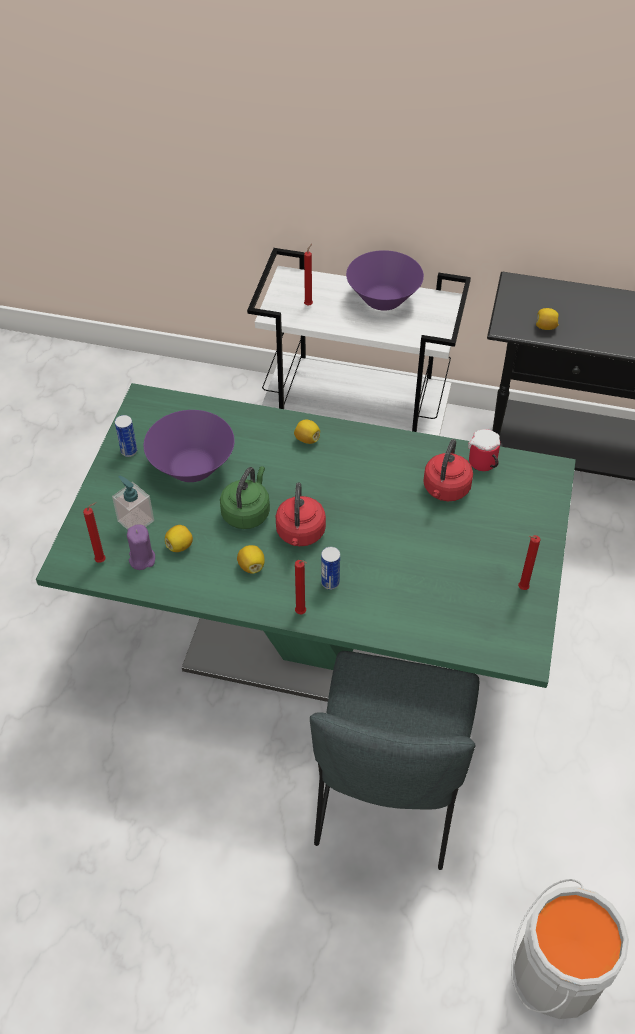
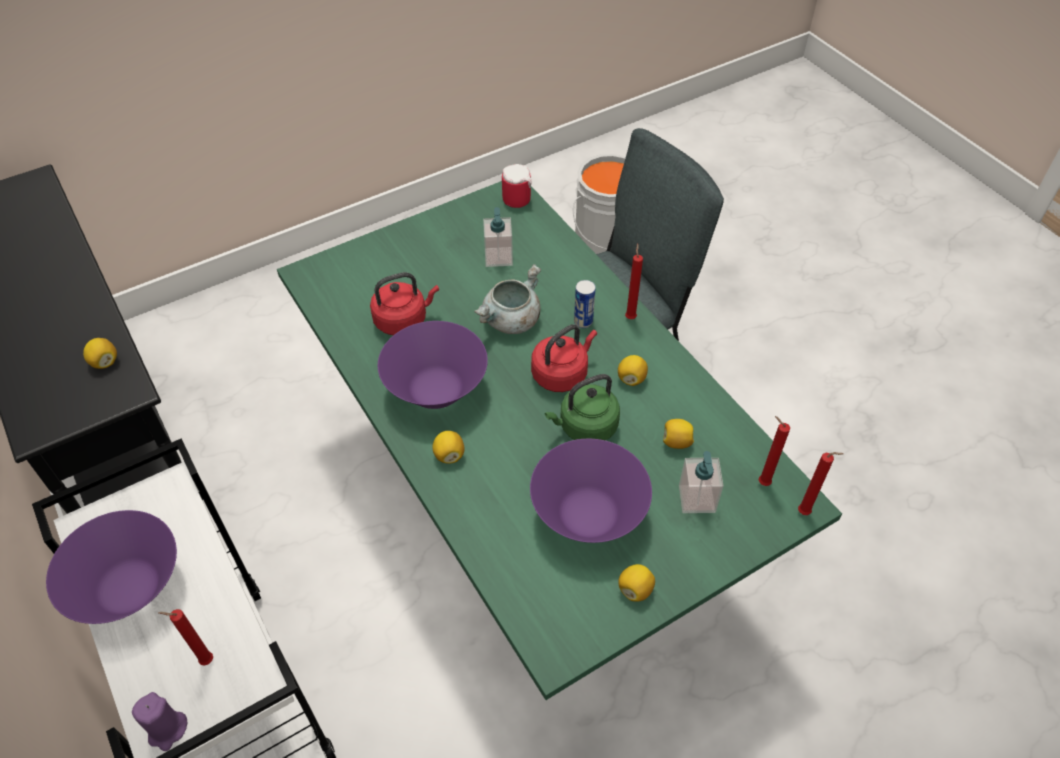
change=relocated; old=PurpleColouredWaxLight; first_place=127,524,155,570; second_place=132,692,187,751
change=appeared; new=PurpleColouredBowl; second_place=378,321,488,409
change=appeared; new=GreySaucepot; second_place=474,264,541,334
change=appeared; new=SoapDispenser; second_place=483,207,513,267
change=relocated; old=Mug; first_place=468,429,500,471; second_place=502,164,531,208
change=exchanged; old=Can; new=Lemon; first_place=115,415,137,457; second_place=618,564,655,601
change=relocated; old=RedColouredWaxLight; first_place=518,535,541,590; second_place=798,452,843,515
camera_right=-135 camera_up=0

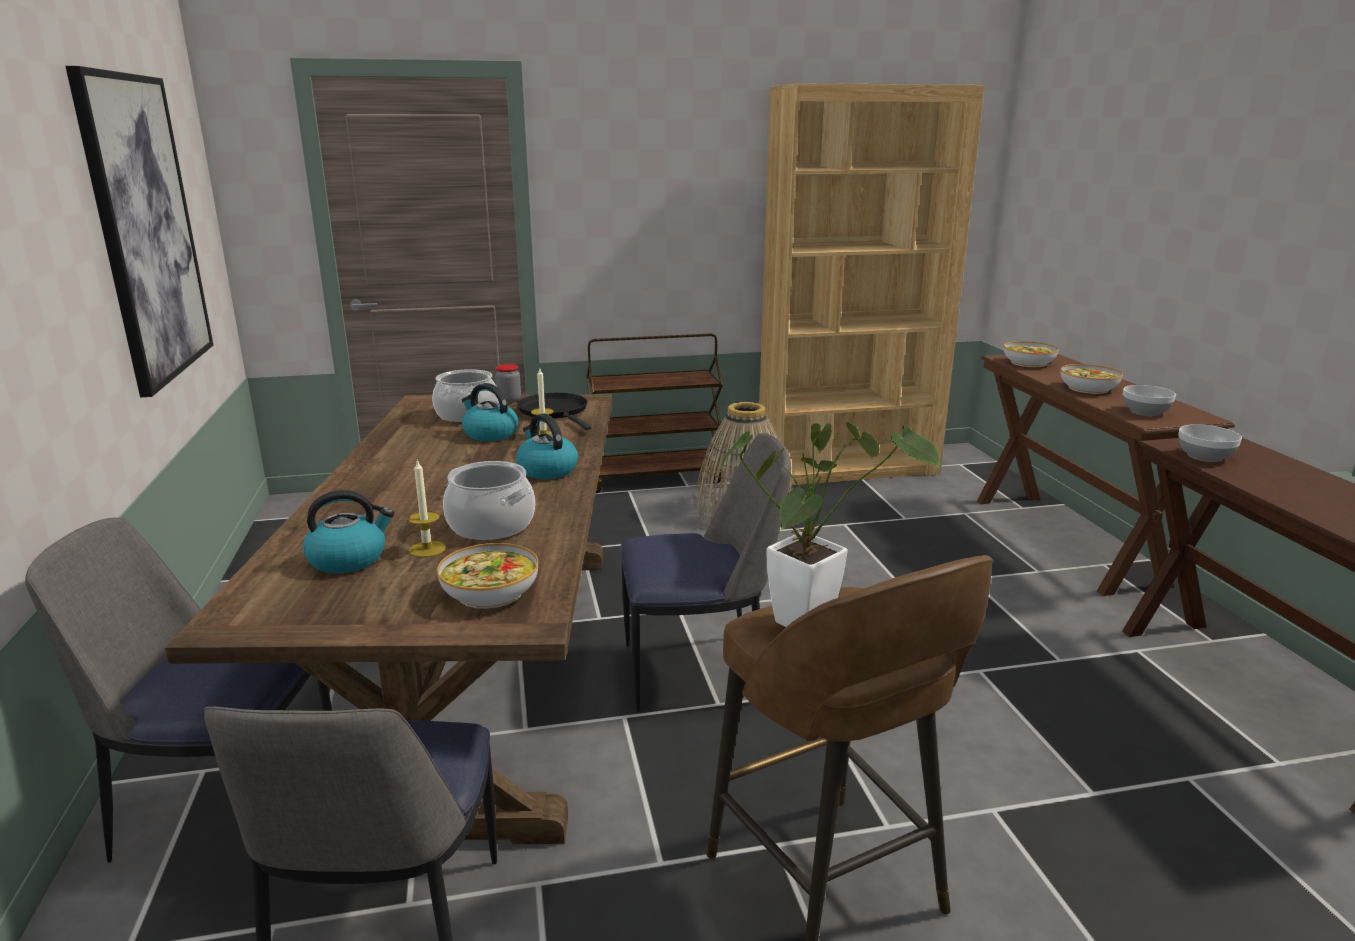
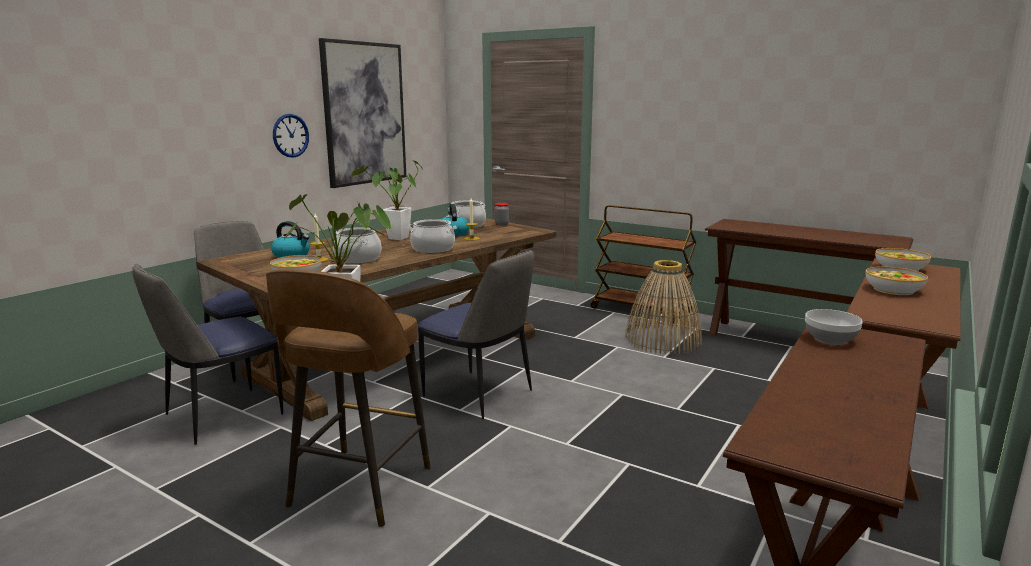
change=appeared; new=HangingClock; second_place=273,114,309,158
change=appeared; new=Houseplant; second_place=351,160,423,240
change=exchanged; old=Kettle; new=Saucepot; first_place=516,414,578,479; second_place=408,219,457,253
change=exchanged; old=BrownBookcase; new=BrownNarrowTable; first_place=759,83,984,486; second_place=705,219,913,336
change=missing; old=BlackColouredSkillet; first_place=517,393,591,430
change=missing; old=Bowl; first_place=1123,385,1176,416
camera_right=45 camera_up=-5

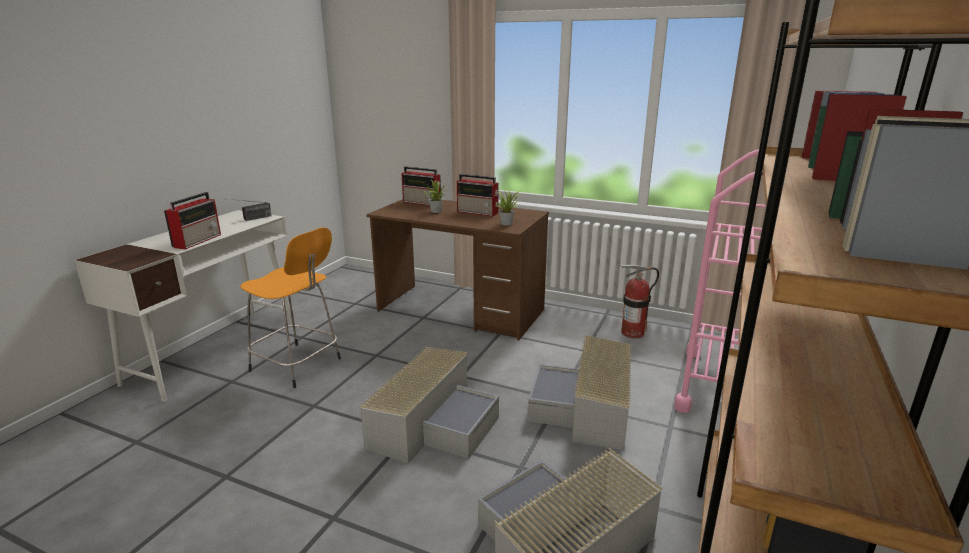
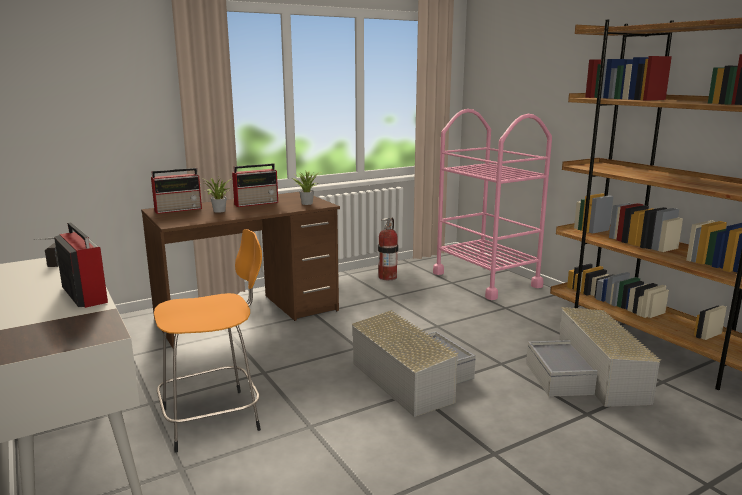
change=missing; old=GreyStorageBox; first_place=528,335,631,450
camera_right=-55 camera_up=-5

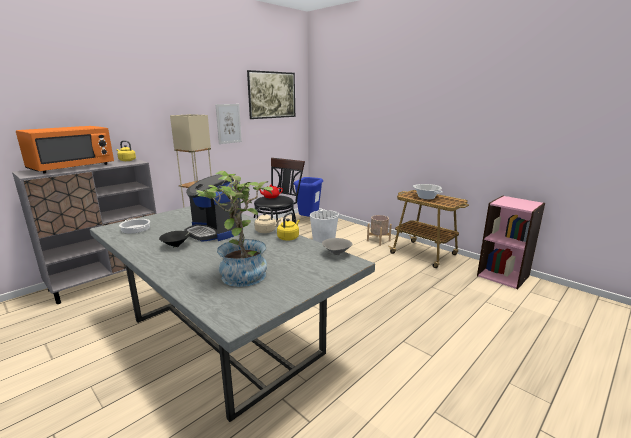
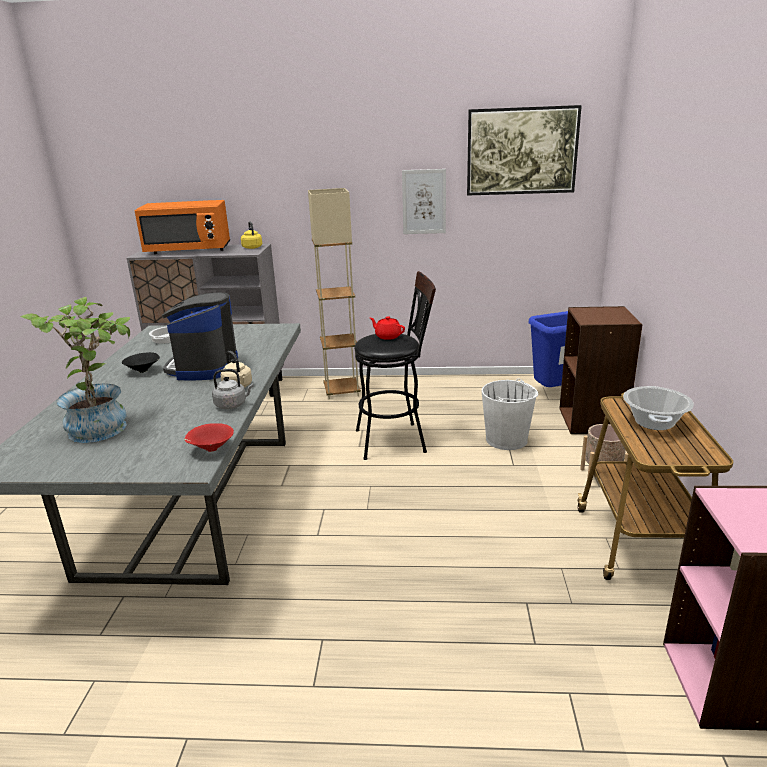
change=colour; old=GreyBowl; new=RedColouredBowl; first_place=322,238,352,255; second_place=184,423,234,452
change=colour; old=YellowishKettle; new=GreyKettle; first_place=277,212,300,241; second_place=212,369,254,409
change=appeared; new=BrownBookcase; second_place=559,306,643,434
camera_right=50 camera_up=5

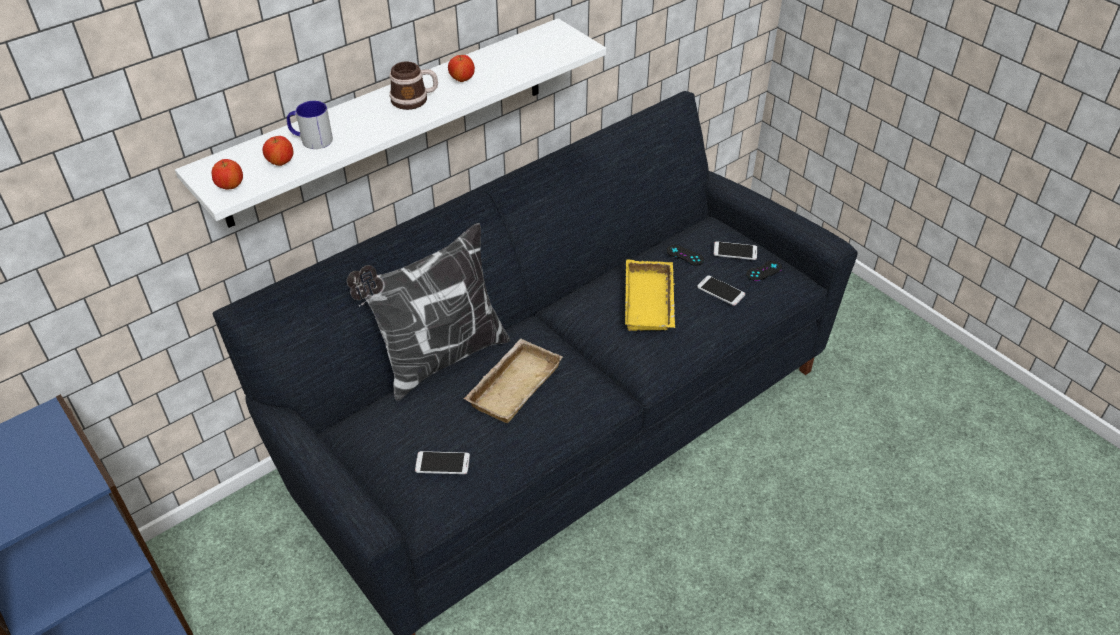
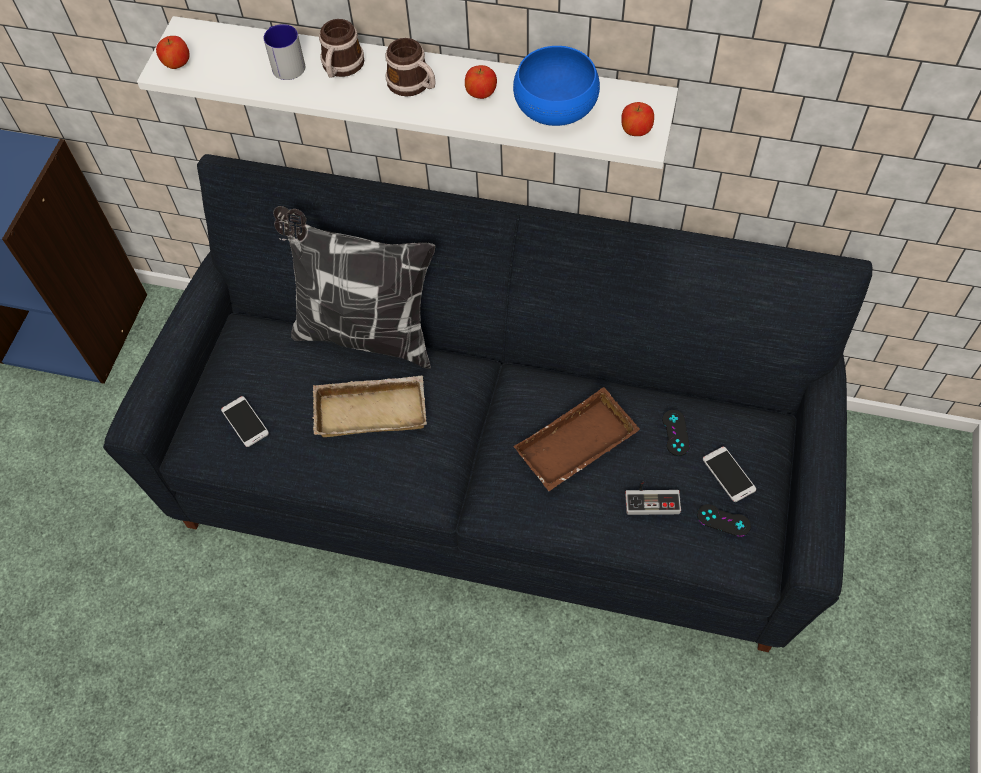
change=appeared; new=Mug; second_place=319,19,364,78
change=appeared; new=BluishBowl; second_place=513,46,600,126
change=colour; old=YellowishServingTray; new=BrownServingTray; first_place=625,260,675,331; second_place=513,387,640,491
change=relocated; old=WholeApple; first_place=263,136,294,166; second_place=621,102,654,136
change=exchanged; old=Handset; new=GameController; first_place=697,275,745,306; second_place=625,481,681,515
camera_right=55 camera_up=15

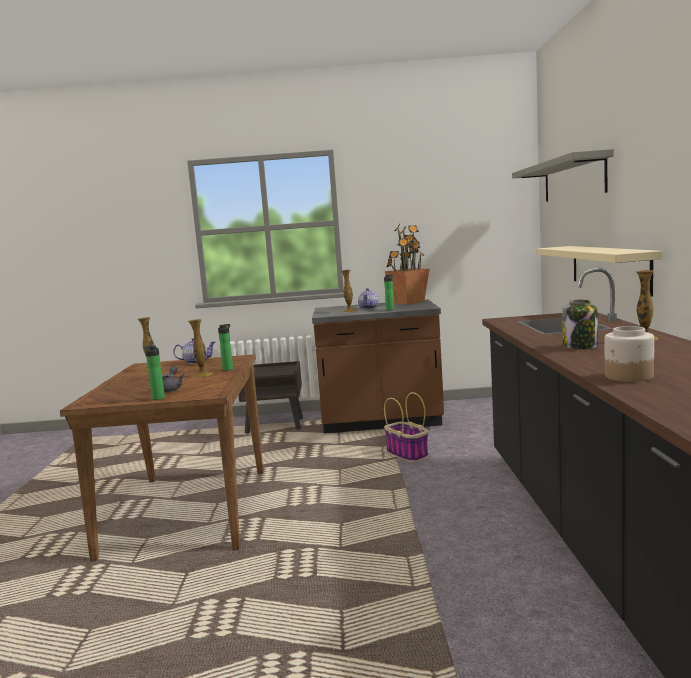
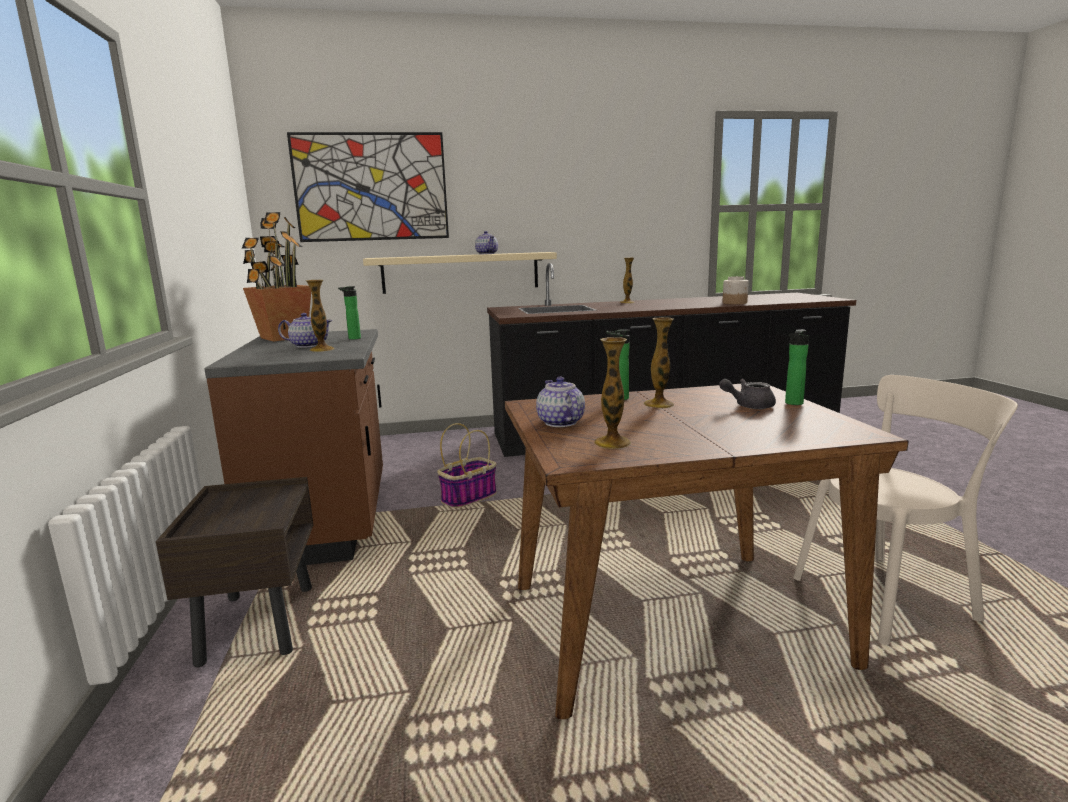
change=exchanged; old=GreyBracketShelf; new=WallArt; first_place=512,149,614,202; second_place=287,132,449,242
change=appeared; new=PotForTea; second_place=475,231,498,254
change=appeared; new=BeigePlainChair; second_place=793,375,1018,645
change=missing; old=Jar; first_place=562,299,598,349
camera_right=-100 camera_up=5

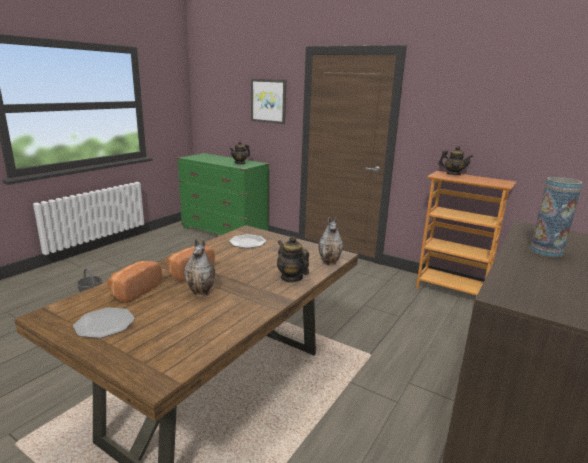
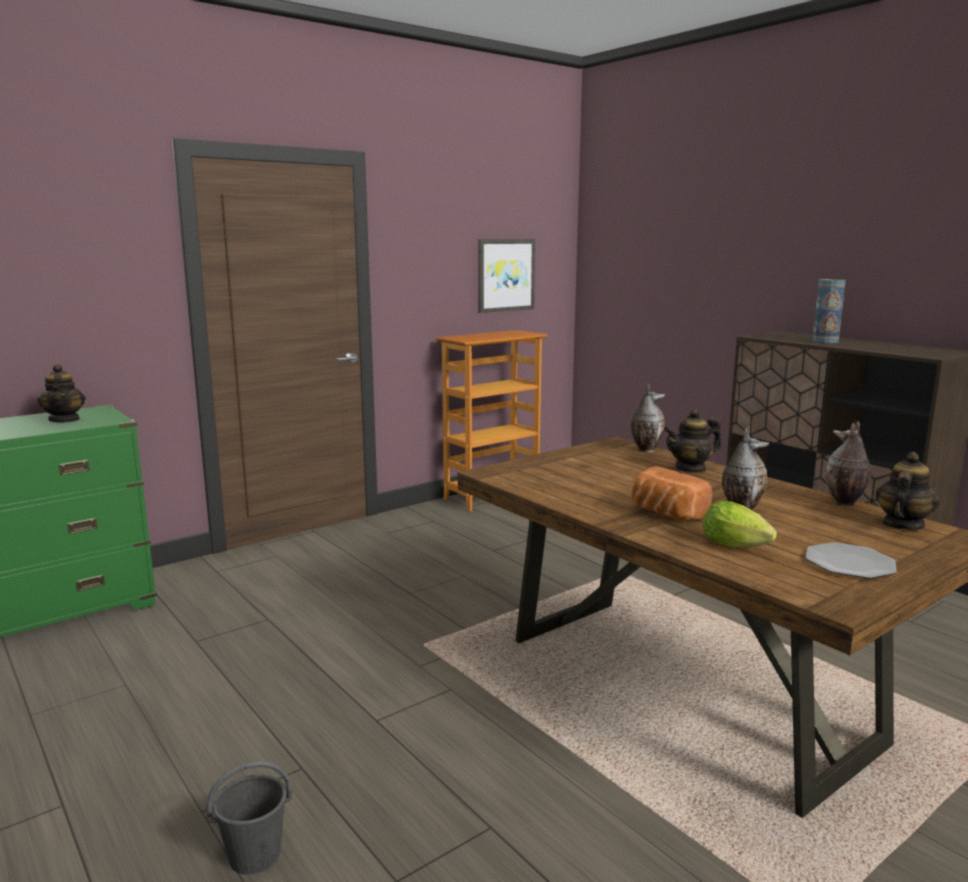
change=relocated; old=WallArt; first_place=251,79,286,124; second_place=478,239,535,313
change=exchanged; old=BakedBread; new=HeadOfLettuce; first_place=107,261,162,303; second_place=703,501,777,548
change=appeared; new=DecorativeVase; second_place=825,421,872,506
change=relocated; old=PotForTea; first_place=438,146,473,175; second_place=876,452,940,530
change=missing; old=Plate; first_place=229,234,266,248
camera_right=-70 camera_up=-5

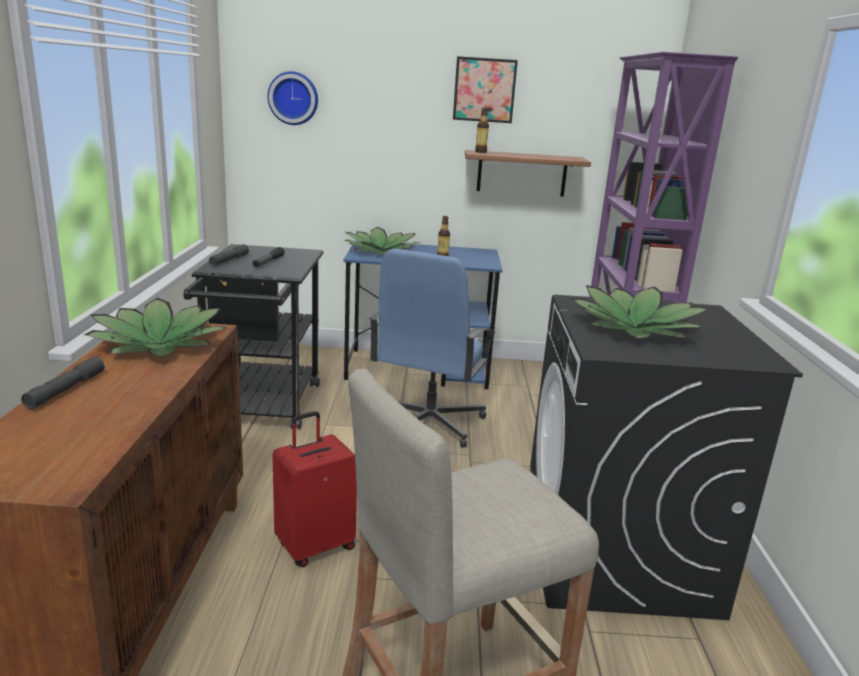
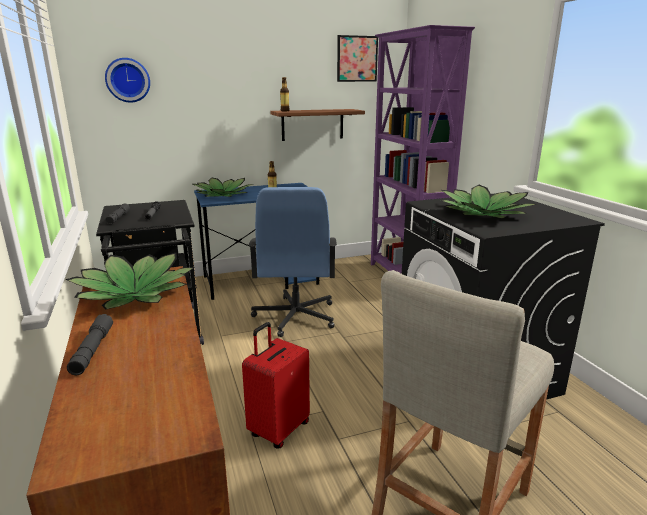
change=relocated; old=WallArt; first_place=453,56,518,123; second_place=337,35,378,82
camera_right=-20 camera_up=0

